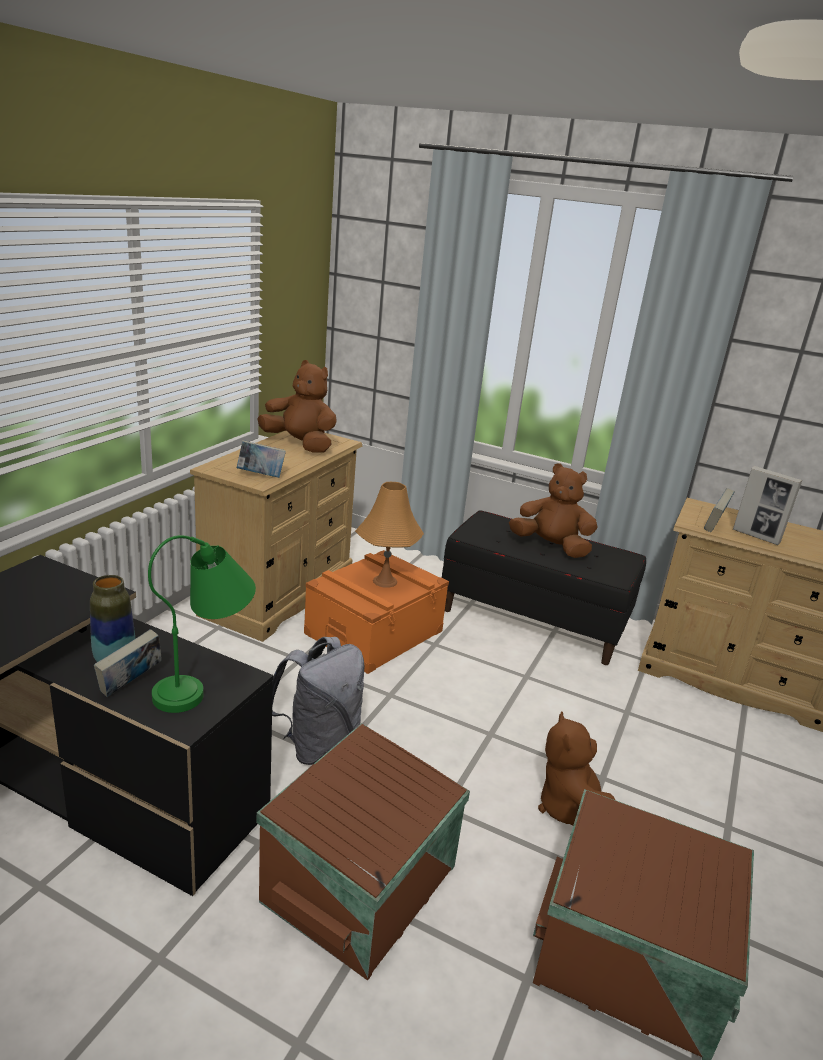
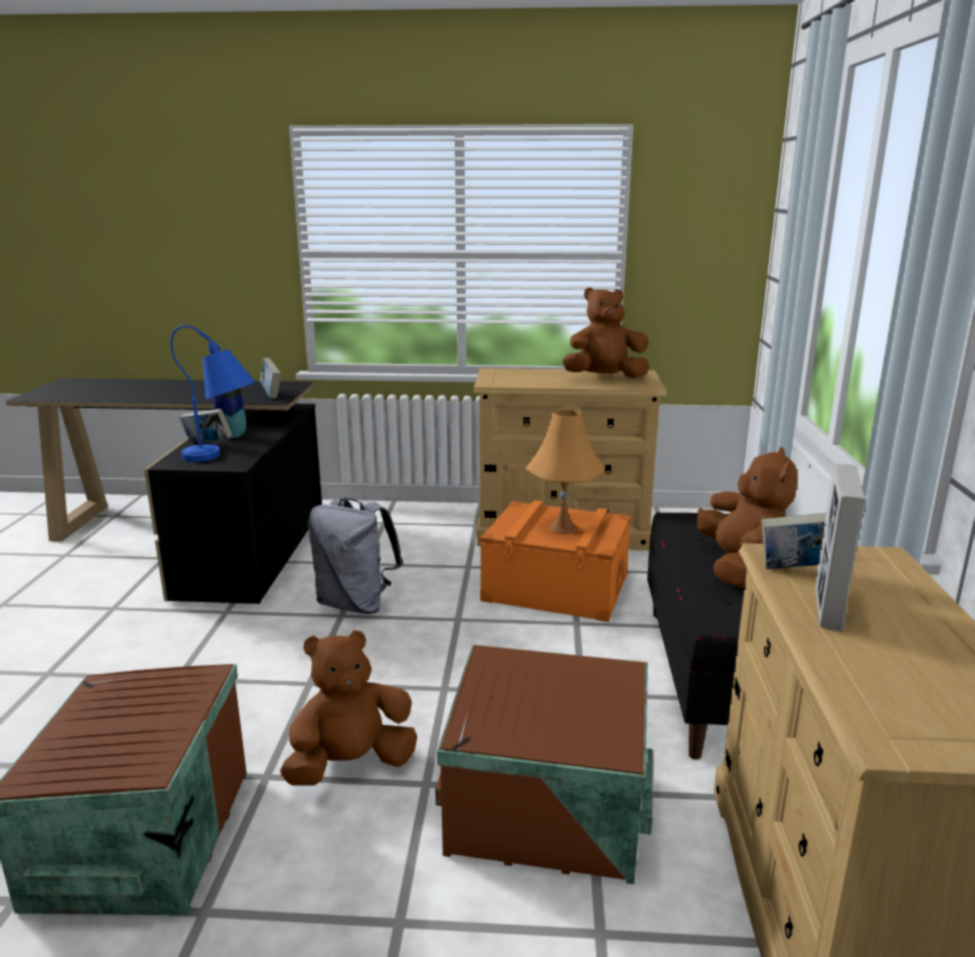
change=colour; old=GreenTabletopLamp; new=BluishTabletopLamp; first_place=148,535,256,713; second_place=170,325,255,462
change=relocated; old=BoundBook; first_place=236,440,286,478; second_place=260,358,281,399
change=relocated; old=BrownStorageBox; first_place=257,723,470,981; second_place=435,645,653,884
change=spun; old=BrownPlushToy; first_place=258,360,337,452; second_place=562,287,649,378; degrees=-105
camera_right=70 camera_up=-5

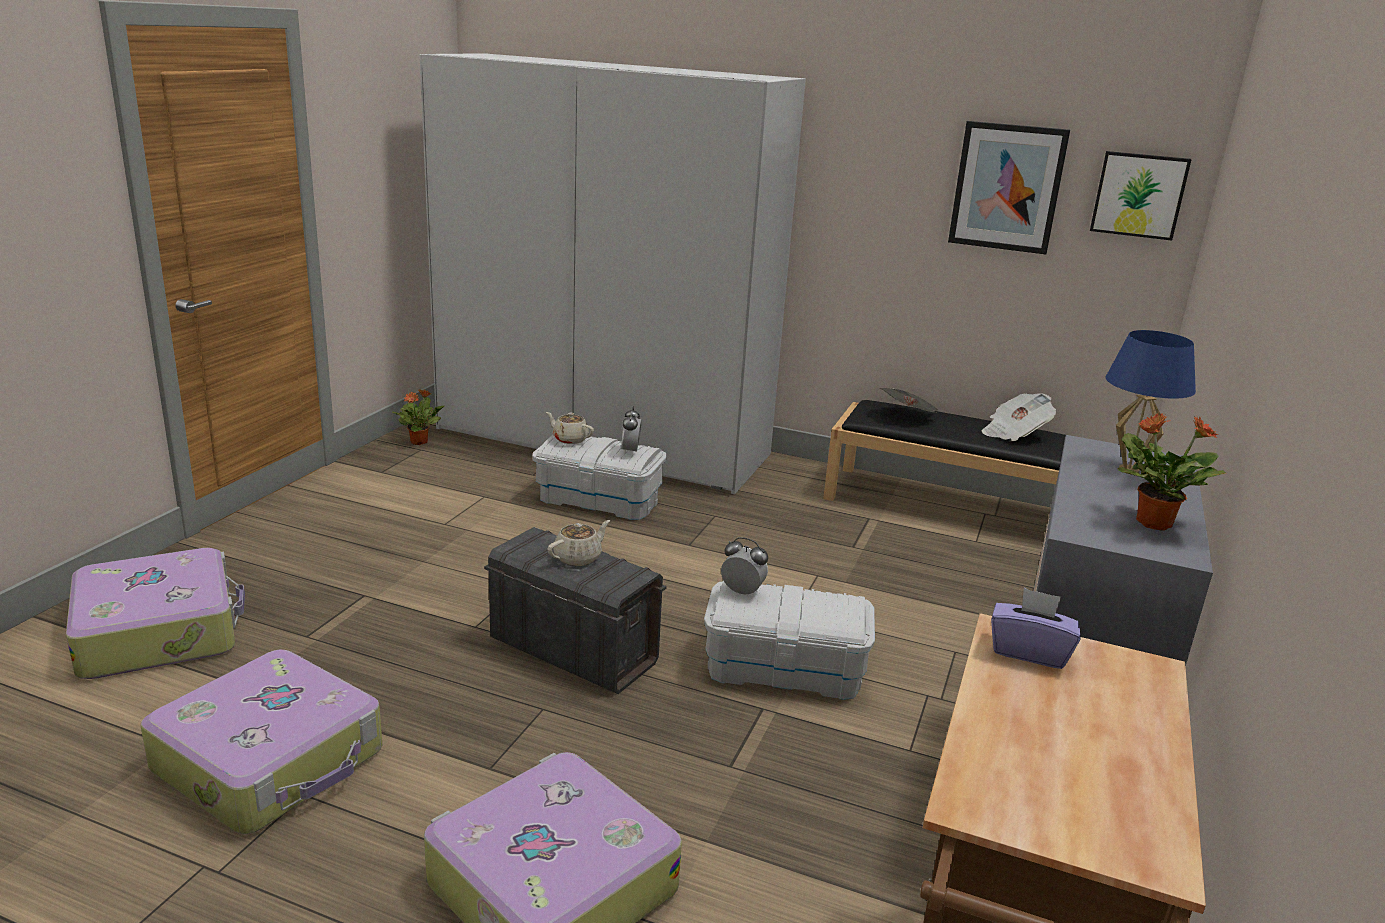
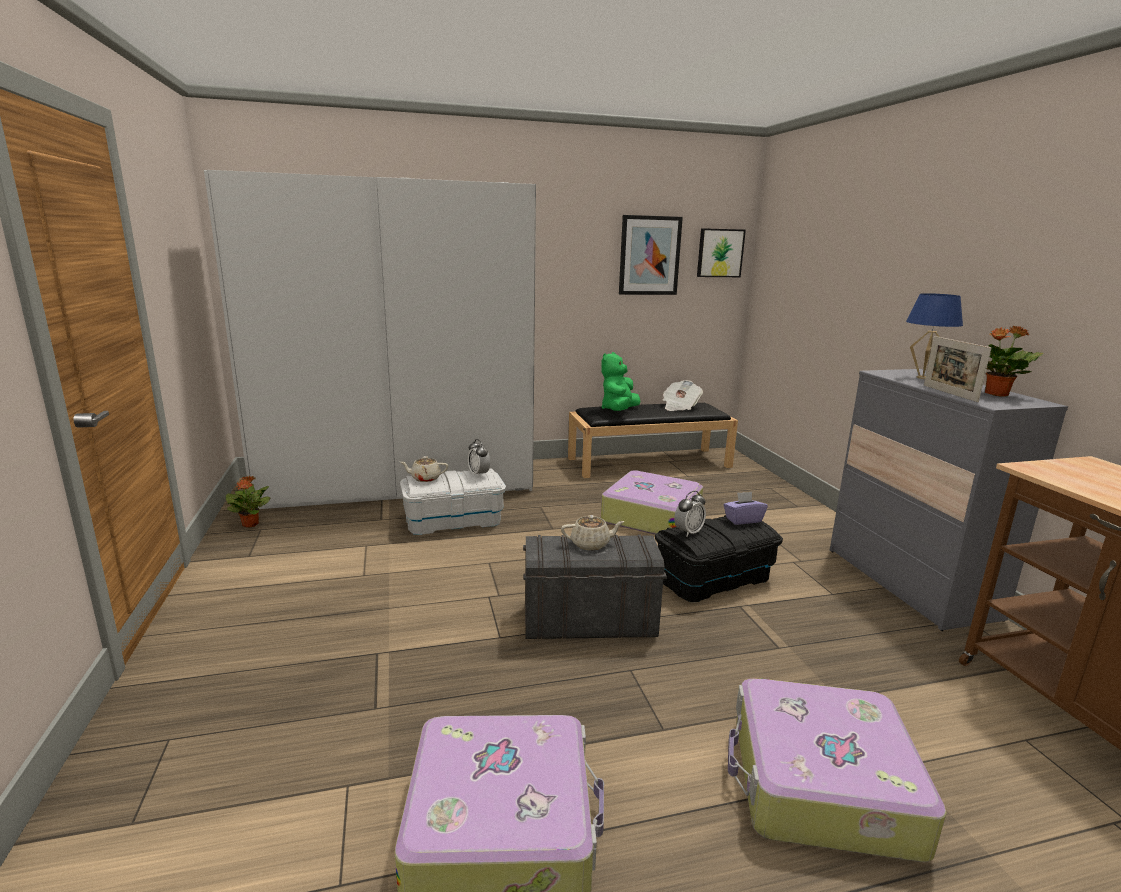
change=spun; old=BeigePotForTea; first_place=548,520,610,566; second_place=561,515,625,550; degrees=75
change=exchanged; old=DailyPaper; new=GreenPlushToy; first_place=880,388,938,412; second_place=601,352,640,411
change=relocated; old=TravelCase; first_place=66,548,245,679; second_place=601,470,703,535
change=colour; old=WhitishStorageBox; new=BlackColouredStorageBox; first_place=704,580,875,700; second_place=655,515,783,602
change=spun; old=AlarmClock; first_place=721,537,768,595; second_place=674,491,706,537; degrees=150
change=relocated; old=PurpleColouredTissueHolder; first_place=991,588,1081,669; second_place=724,492,768,525
change=appeared; new=PictureFrame; second_place=924,336,991,402
camera_right=-35 camera_up=-5

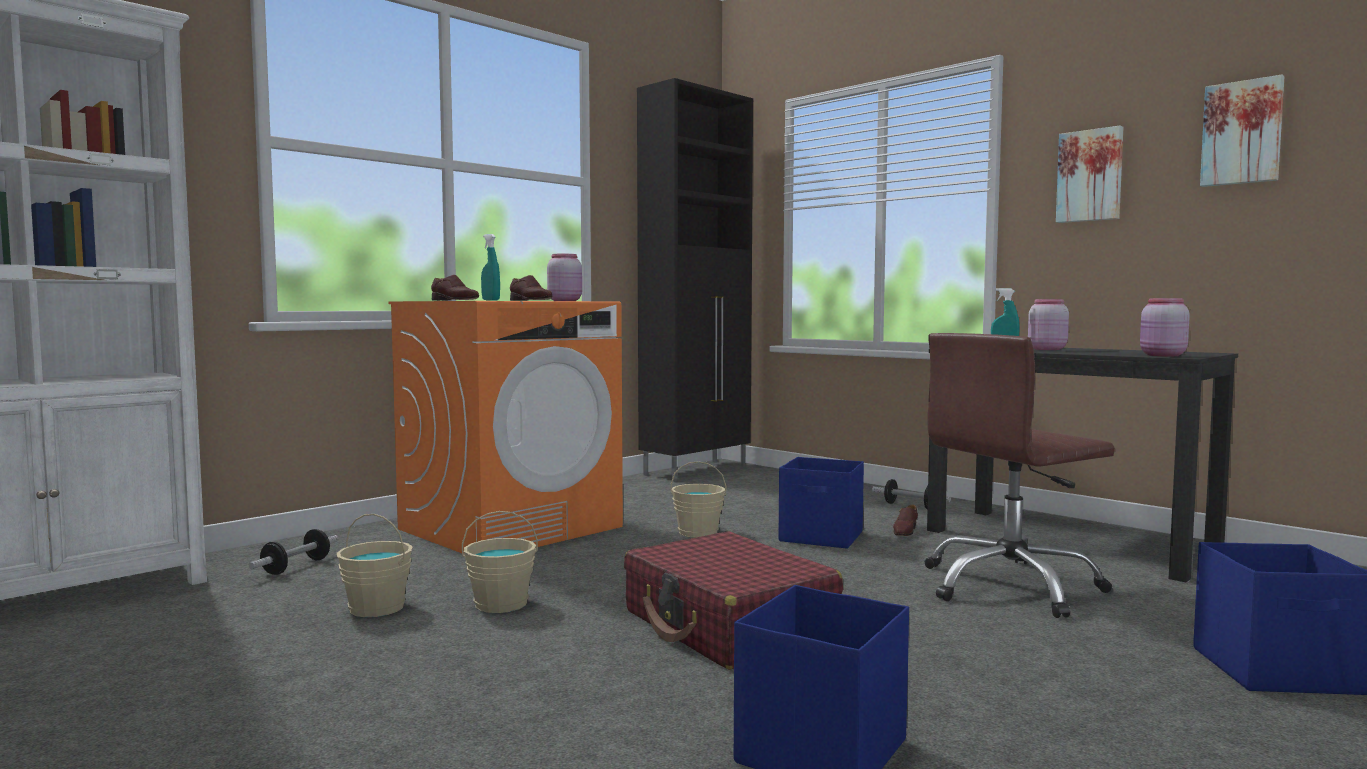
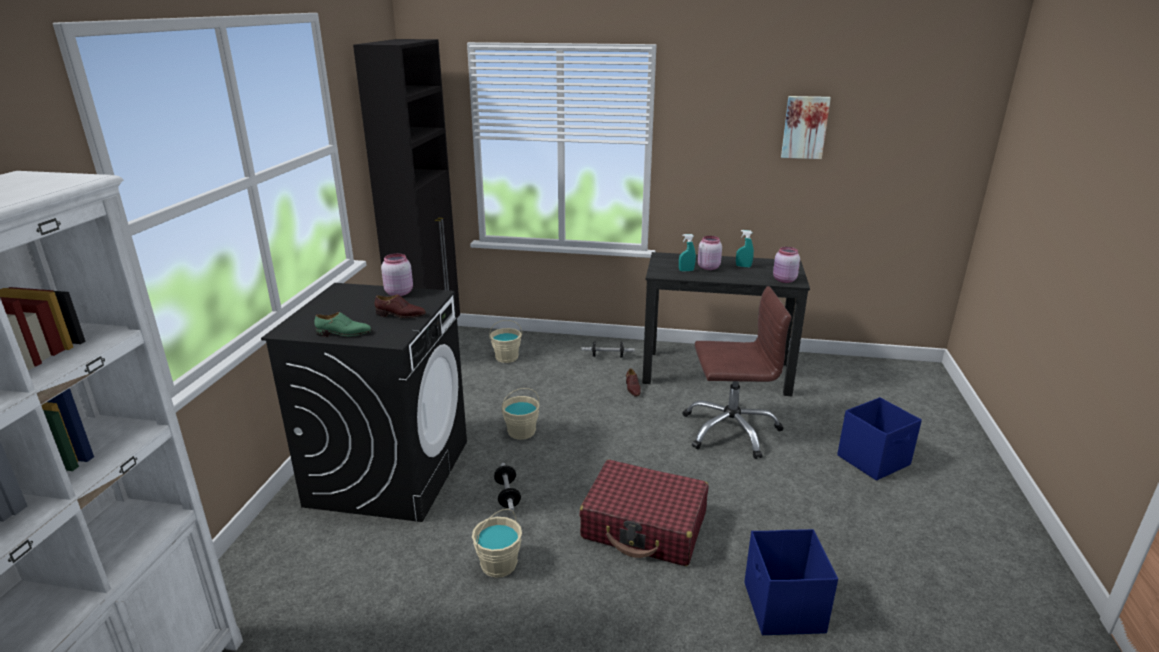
change=colour; old=OrangeWashingMachine; new=BlackColouredWashingMachine; first_place=388,301,623,553; second_place=261,283,467,522
change=colour; old=BrownShoe; new=GreenShoe; first_place=431,275,479,301; second_place=314,312,371,337
change=relocated; old=BeigeWaterBucket; first_place=337,514,413,617; second_place=489,320,522,363
change=relocated; old=FreeWeight; first_place=249,529,338,575; second_place=494,463,521,512
change=spun; old=BrownComputerChair; first_place=924,333,1115,618; second_place=682,286,792,459; degrees=-120
change=relocated; old=BlueGreenHandSprayer; first_place=481,234,500,300; second_place=736,230,754,267
change=missing; old=BluishStorageBox; first_place=778,457,864,549
change=missing; old=WallArt; first_place=1056,125,1124,223
camera_right=-35 camera_up=20

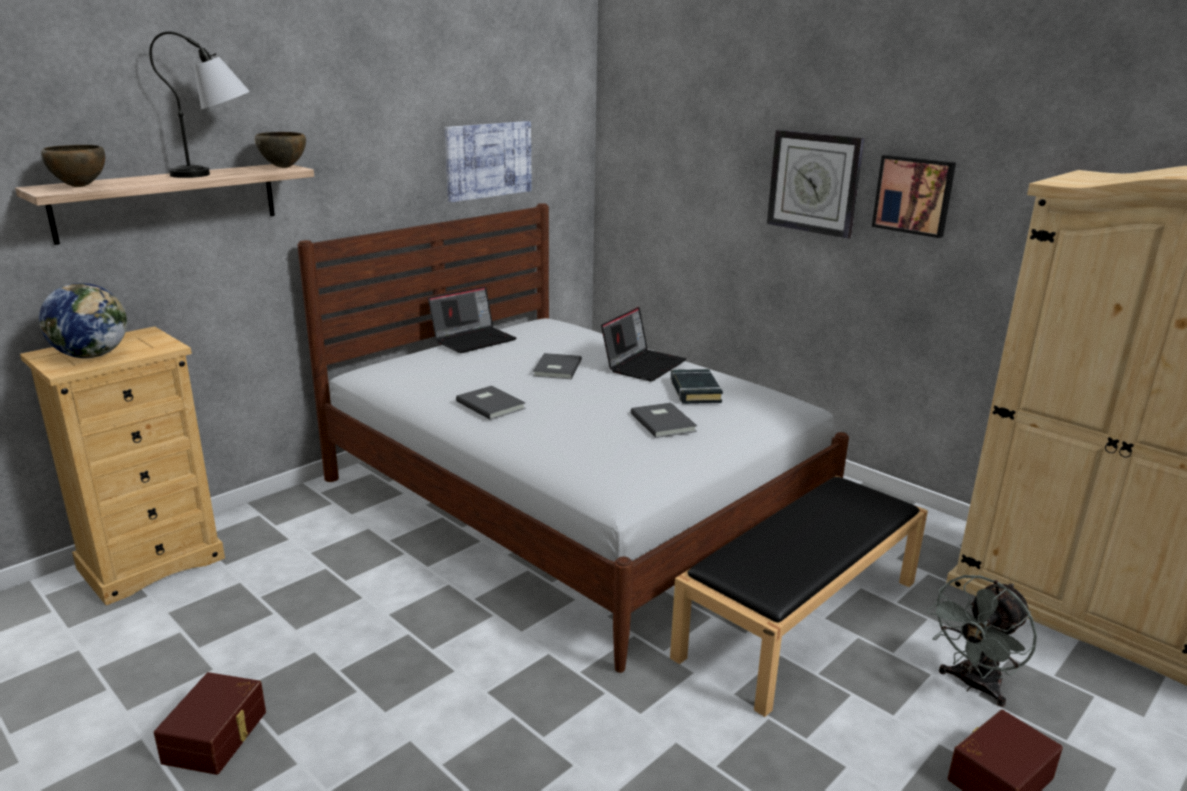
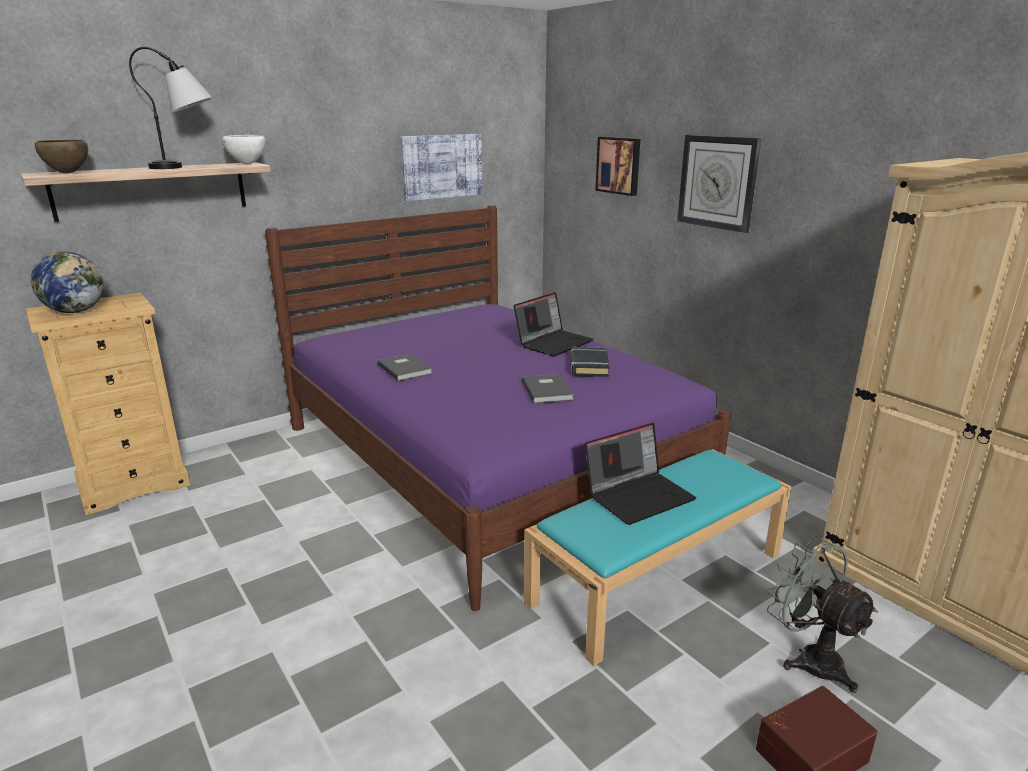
change=colour; old=BrownBowl; new=WhitishBowl; first_place=255,132,306,168; second_place=222,135,265,165
change=colour; old=WhitishBed; new=PurpleColouredBed; first_place=297,203,849,673; second_place=265,205,731,611
change=colour; old=BlackColouredBench; new=BlueGreenBench; first_place=670,476,928,717; second_place=524,449,791,666
change=relocated; old=Laptop; first_place=428,286,516,353; second_place=585,423,696,525
change=relocated; old=WallArt; first_place=872,155,956,238; second_place=595,137,640,196
change=spun; old=GreyElectricFan; first_place=927,575,1037,707; second_place=766,535,878,693; degrees=90
change=missing; old=BrownStorageBox; first_place=154,672,266,775
change=missing; old=GreyBoundBook; first_place=533,353,582,379
camera_right=10 camera_up=0

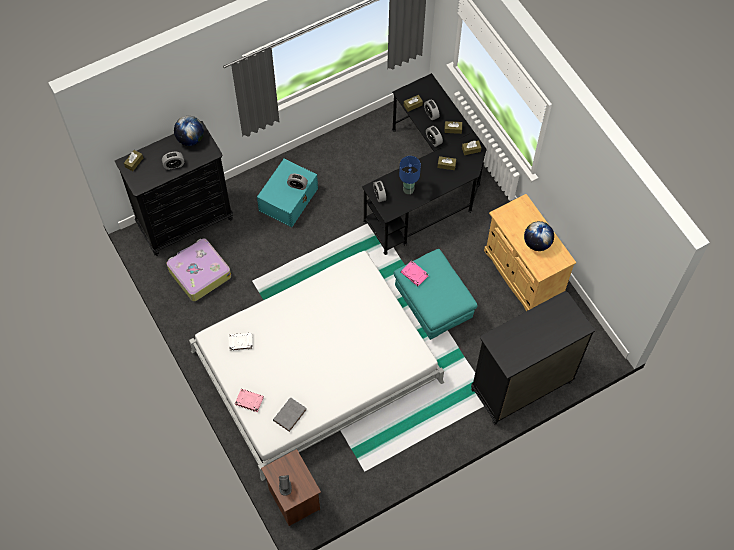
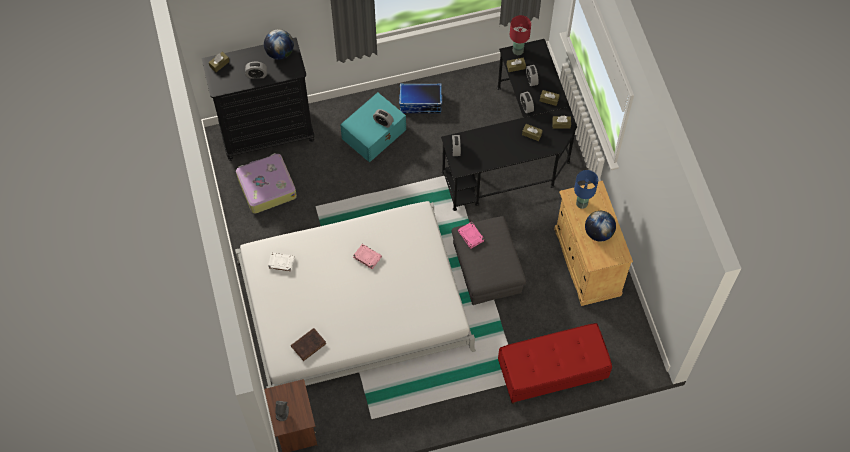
change=colour; old=GreyBoundBook; new=BrownBoundBook; first_place=273,397,307,432; second_place=291,328,326,361
change=relocated; old=PinkColouredBoundBook; first_place=235,389,264,412; second_place=353,244,382,269
change=appeared; new=StorageBox; second_place=399,83,442,113
change=colour; old=BlueGreenFootrest; new=GreyFootrest; first_place=394,249,477,340; second_place=452,216,526,305
change=exchanged; old=BlackColouredDresser; new=RedColouredBench; first_place=471,291,596,425; second_place=498,323,612,404
change=appeared; new=RedColouredTabletopLamp; second_place=510,15,531,55
change=relocated; old=BluishTabletopLamp; first_place=399,156,421,194; second_place=574,170,598,209
camera_right=15 camera_up=0

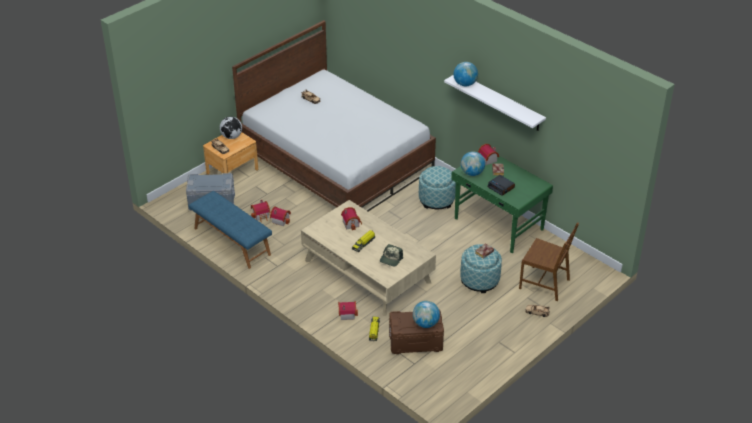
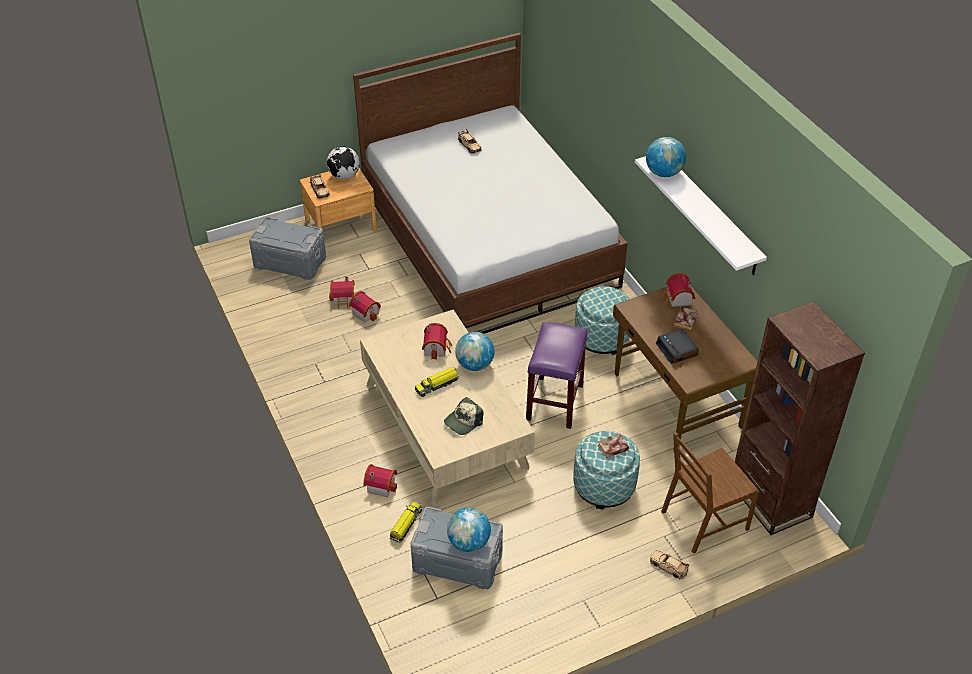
change=colour; old=BrownStorageBox; new=GreyStorageBox; first_place=389,309,444,354; second_place=411,507,503,589
change=relocated; old=Globe; first_place=461,151,485,176; second_place=455,332,495,371
change=appeared; new=PurpleColouredSittingStool; second_place=526,322,587,429
change=colour; old=GreenDesk; new=BrownDesk; first_place=451,156,553,253; second_place=613,286,758,451
change=spun; old=BrownPlainChair; first_place=519,222,579,301; second_place=661,432,759,553; degrees=105
change=appeared; new=BrownBookcase; second_place=735,301,865,535
change=missing; old=BluishBench; first_place=189,191,272,269
camera_right=20 camera_up=5

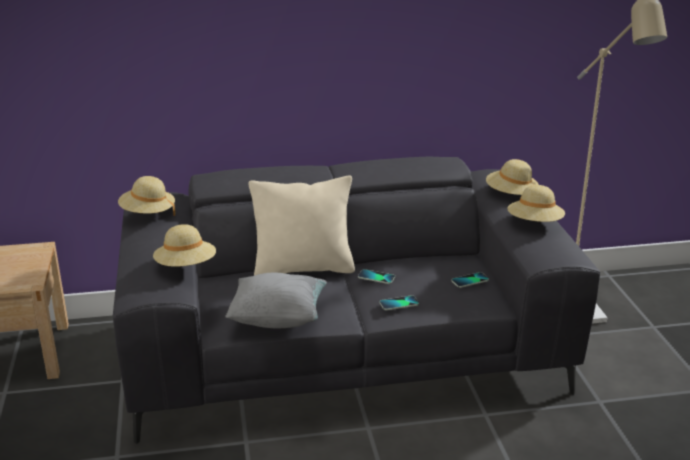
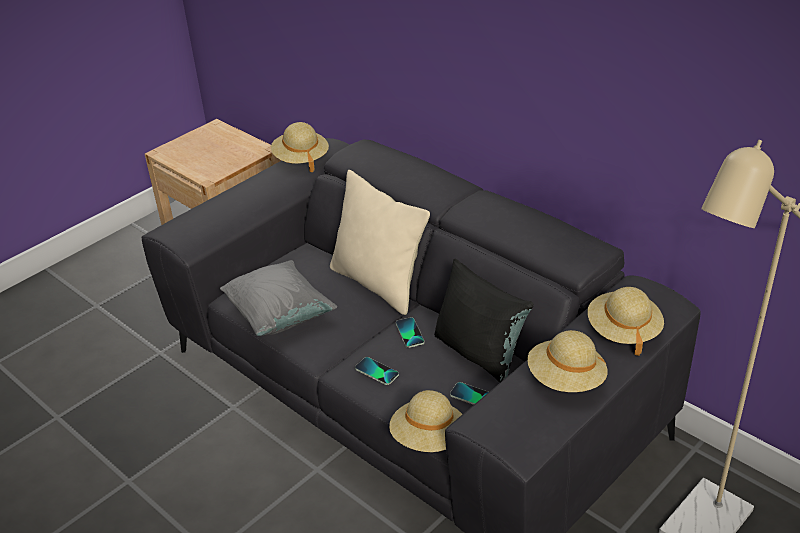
change=relocated; old=BeigeHat; first_place=153,224,216,267; second_place=389,390,462,452
change=appeared; new=BlackColouredThrowPillow; second_place=434,258,534,382
camera_right=55 camera_up=10

